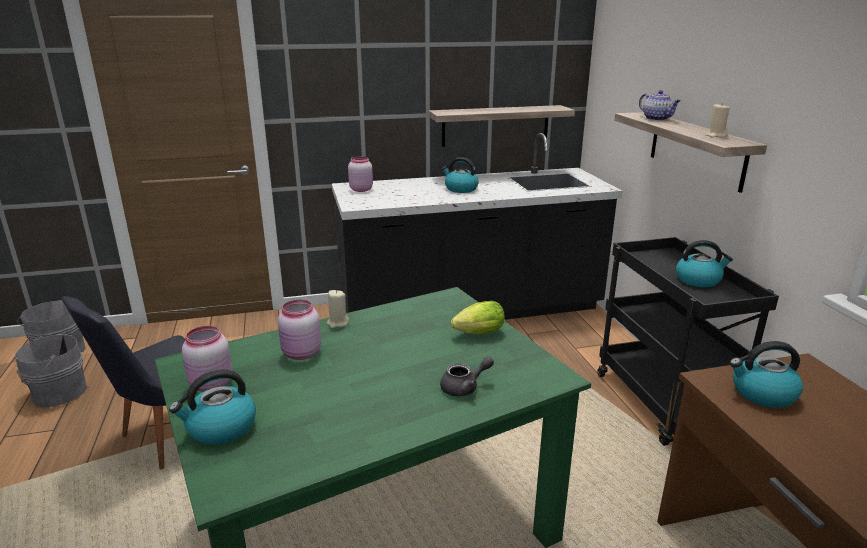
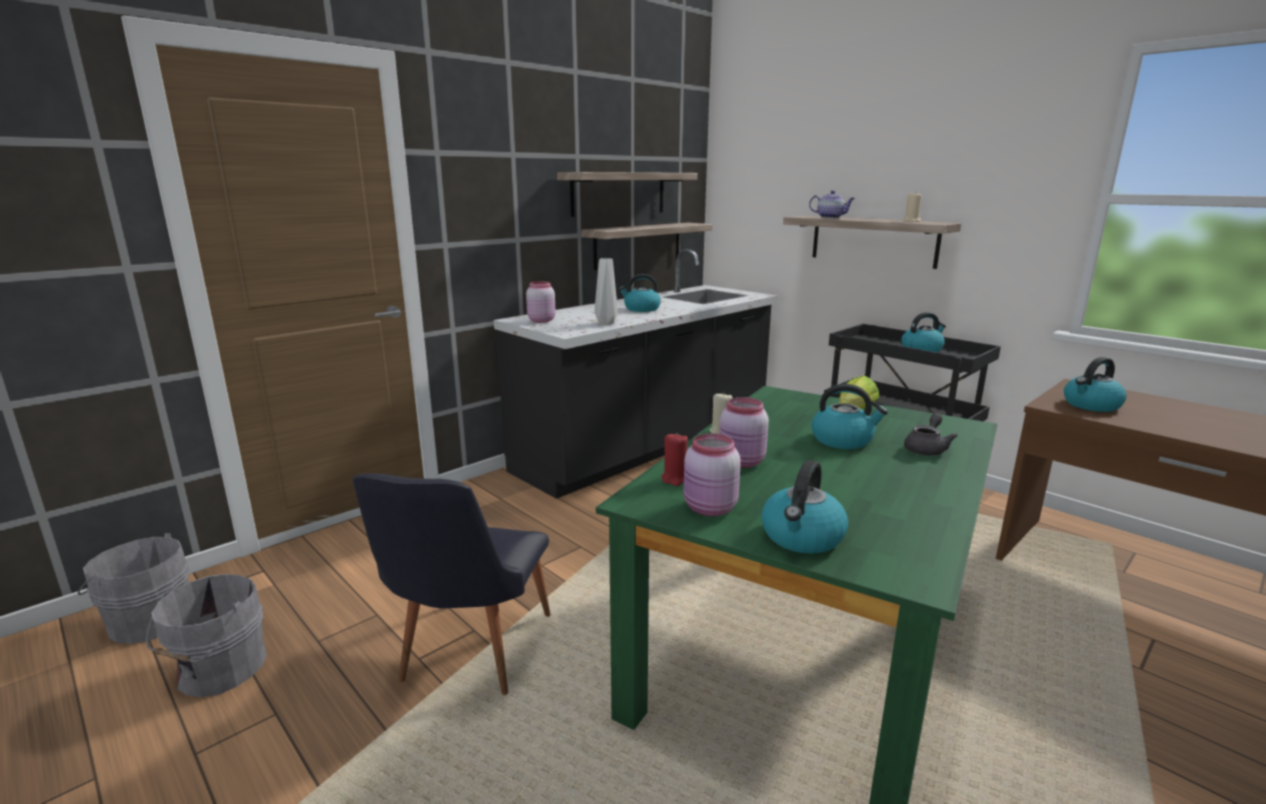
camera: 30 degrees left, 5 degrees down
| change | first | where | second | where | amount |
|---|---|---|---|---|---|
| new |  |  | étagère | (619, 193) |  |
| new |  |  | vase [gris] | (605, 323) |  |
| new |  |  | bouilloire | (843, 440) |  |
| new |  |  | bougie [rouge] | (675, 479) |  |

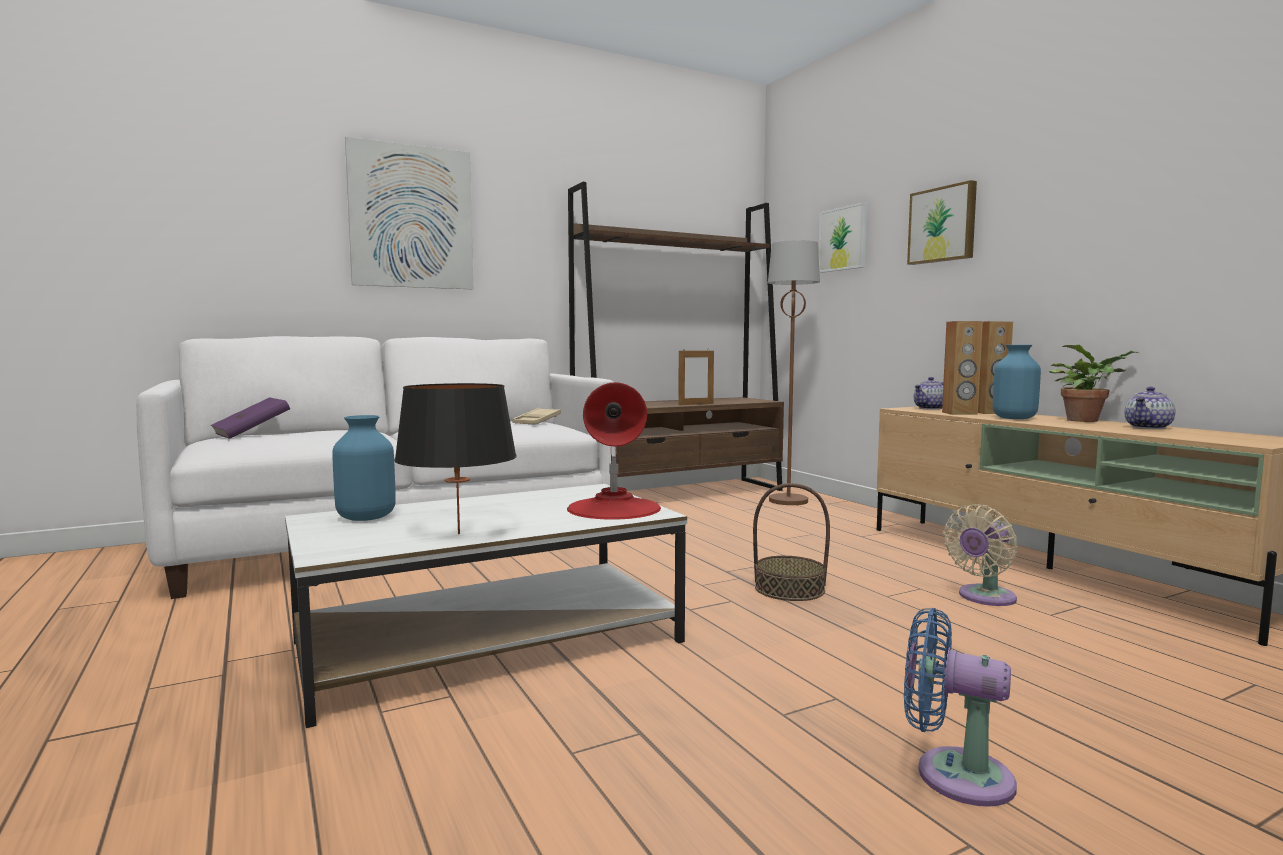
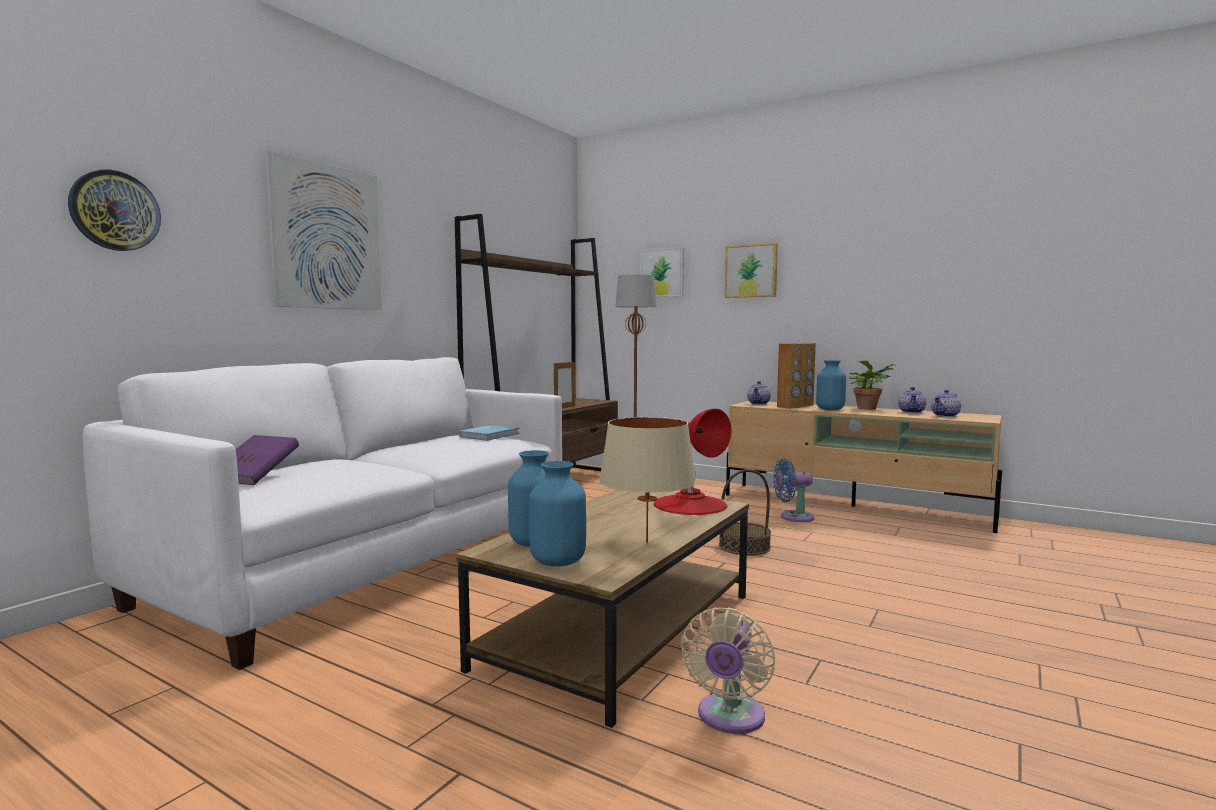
camera: 30 degrees left, 0 degrees up
| change | first | where | second | where | amount |
|---|---|---|---|---|---|
| repainted | lampe de table [noir] | (459, 533) | lampe de table [beige] | (647, 542) |  |
| swapped | plateau [beige] | (537, 421) | livre [bleu] | (489, 435) |  |
| repainted | table basse [blanc] | (491, 640) | table basse [marron] | (621, 628) |  |
| shifted | ventilateur [beige] | (983, 598) |  | (729, 718) |  |
| shifted | ventilateur [bleu] | (953, 774) |  | (793, 517) |  |
| new |  |  | horloge murale | (115, 211) |  |
| new |  |  | théière | (945, 416) |  |
| new |  |  | vase [bleu] | (558, 561) |  |

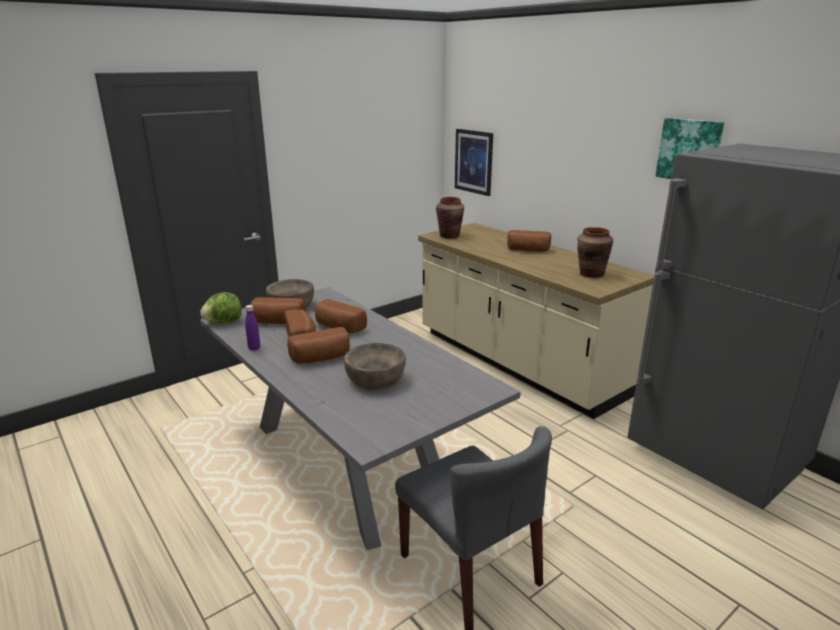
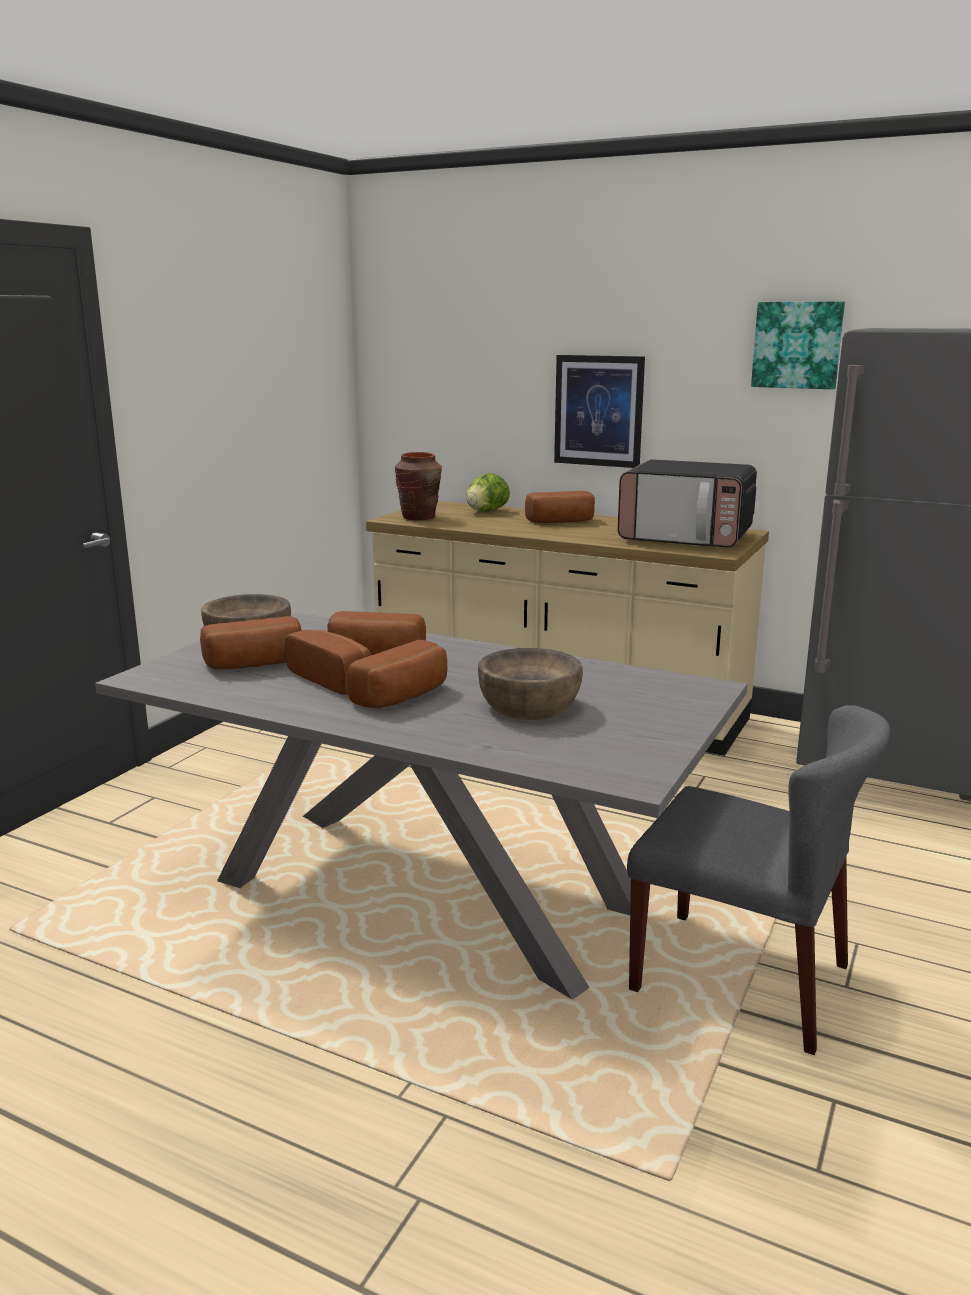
camera: 25 degrees left, 5 degrees down
| change | first | where | second | where | amount |
|---|---|---|---|---|---|
| shifted | tableau | (474, 161) |  | (598, 411) |  |
| swapped | vase [marron] | (591, 274) | micro-ondes | (686, 537) |  |
| shifted | laitue | (223, 322) |  | (486, 511) |  |
| gone | bouteille [violet] | (254, 348) |  |  |  |

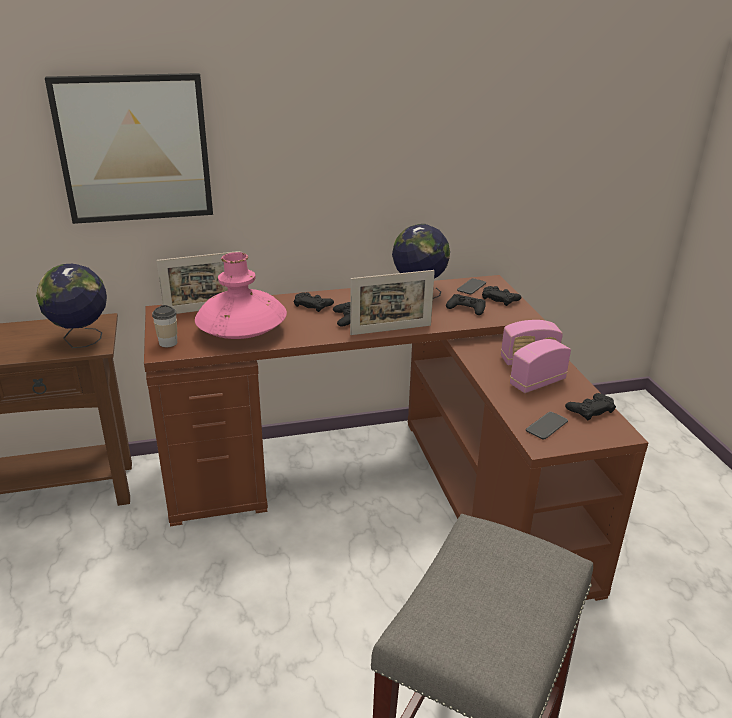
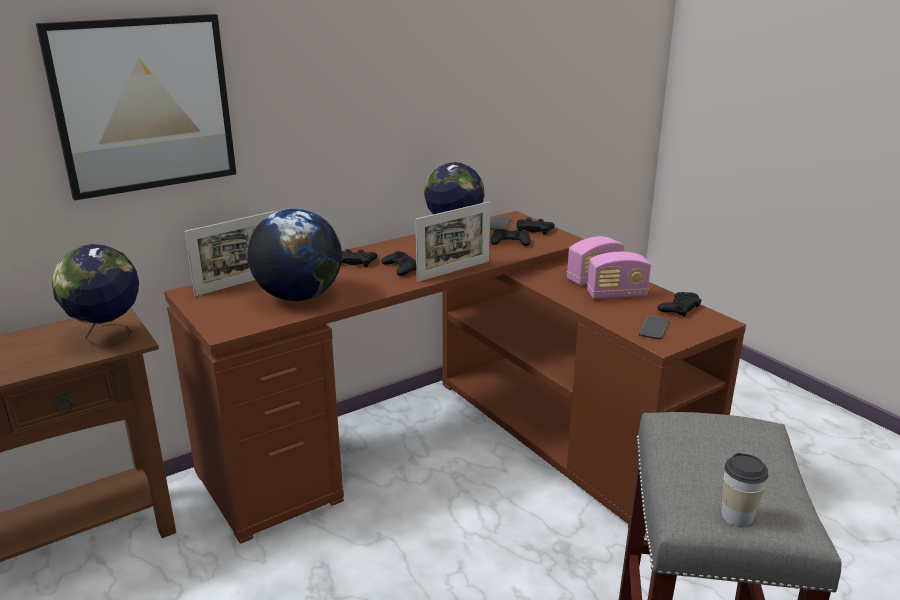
camera: 20 degrees left, 5 degrees down
| change | first | where | second | where | amount |
|---|---|---|---|---|---|
| swapped | vase [rose] | (242, 331) | globe | (298, 296) |  |
| shifted | tasse | (168, 343) |  | (737, 516) |  |
| rotated | radio | (537, 383) |  | (616, 295) | 135 degrees counterclockwise |

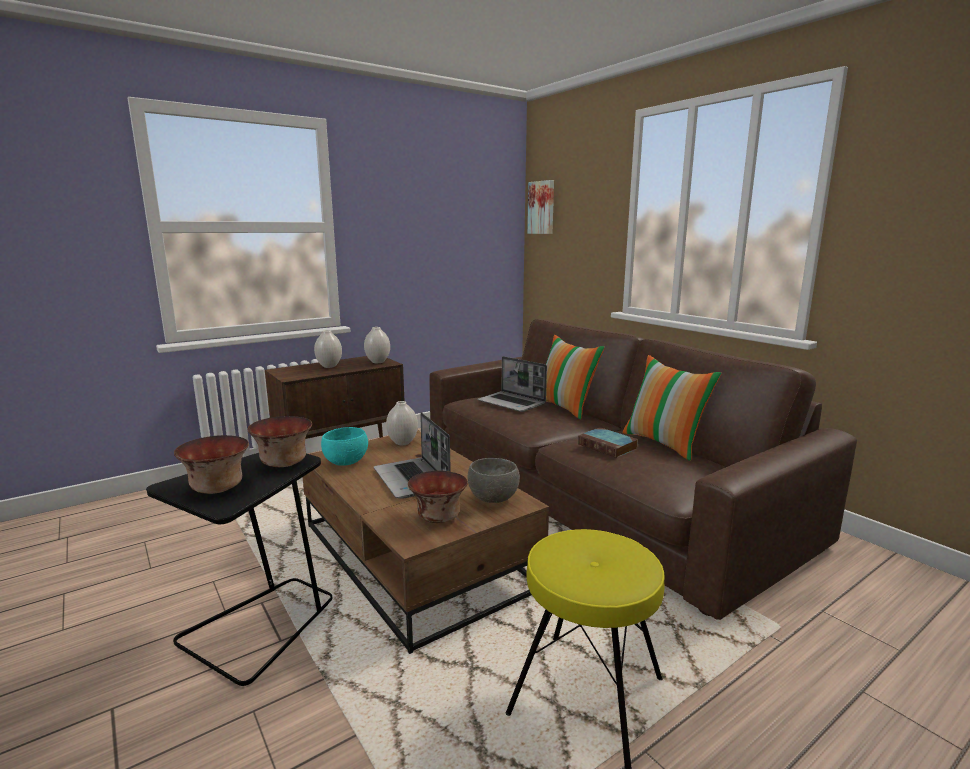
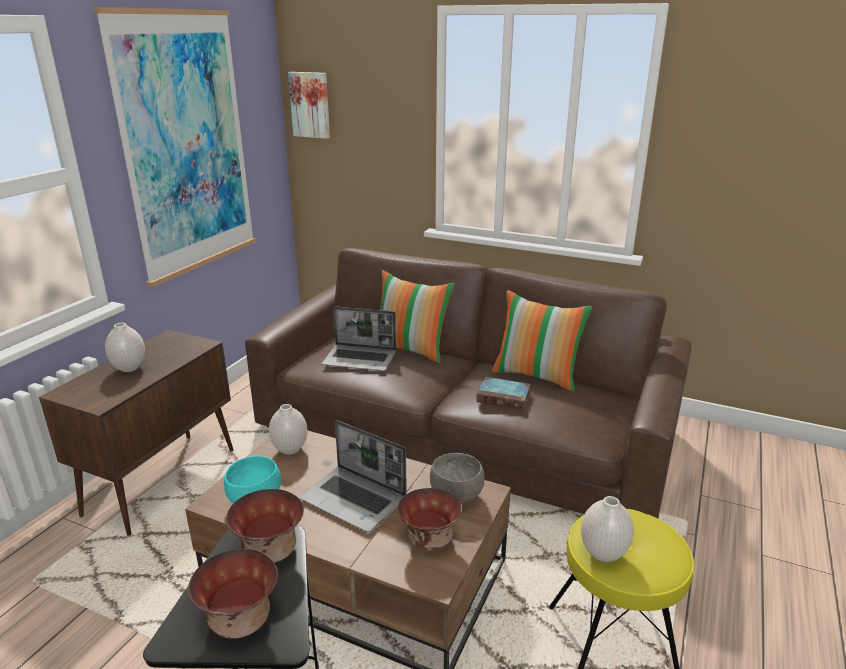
camera: 30 degrees left, 10 degrees up
| change | first | where | second | where | amount |
|---|---|---|---|---|---|
| shifted | vase [blanc] | (377, 362) |  | (603, 555) |  |
| new |  |  | tableau | (186, 145) |  |

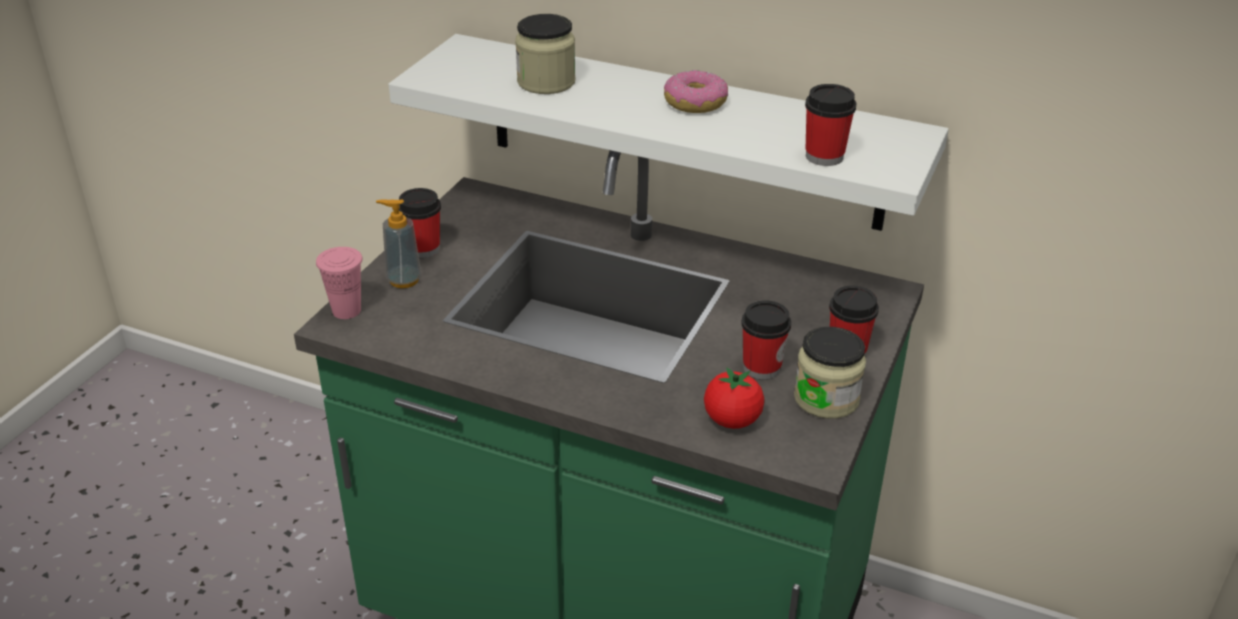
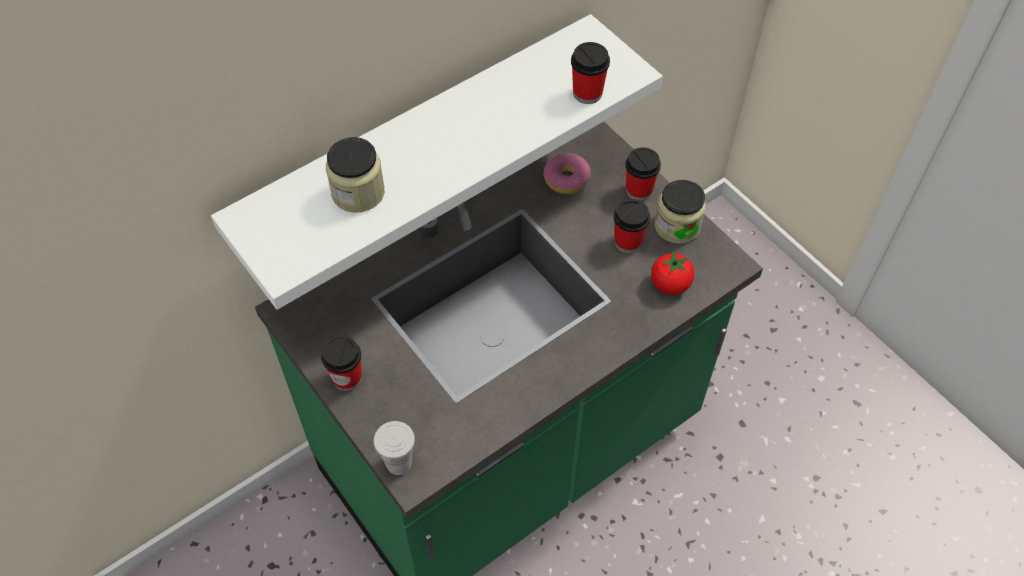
camera: 60 degrees left, 20 degrees up
| change | first | where | second | where | amount |
|---|---|---|---|---|---|
| shifted | beignet | (695, 103) |  | (567, 179) |  |
| gone | distributeur de savon | (404, 280) |  |  |  |
| repainted | tasse [rose] | (346, 310) | tasse [blanc] | (399, 463) |  |

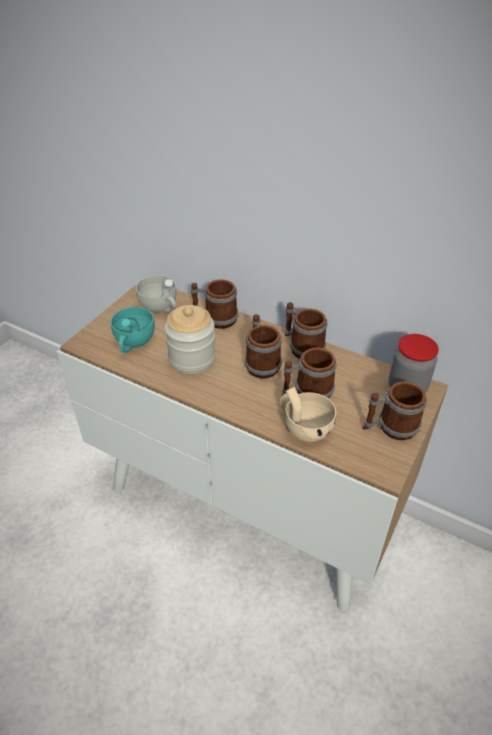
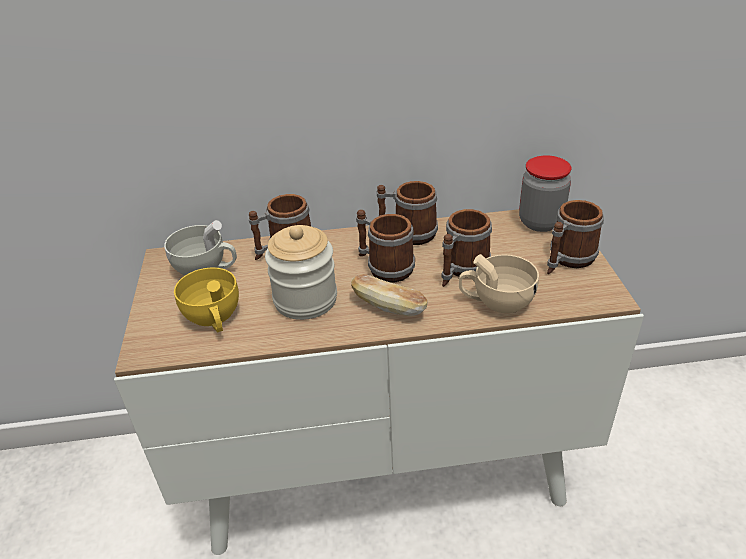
camera: 35 degrees left, 5 degrees down
| change | first | where | second | where | amount |
|---|---|---|---|---|---|
| repainted | tasse [turquoise] | (133, 343) | tasse [jaune] | (214, 319) |  |
| new |  |  | pain | (388, 307) |  |

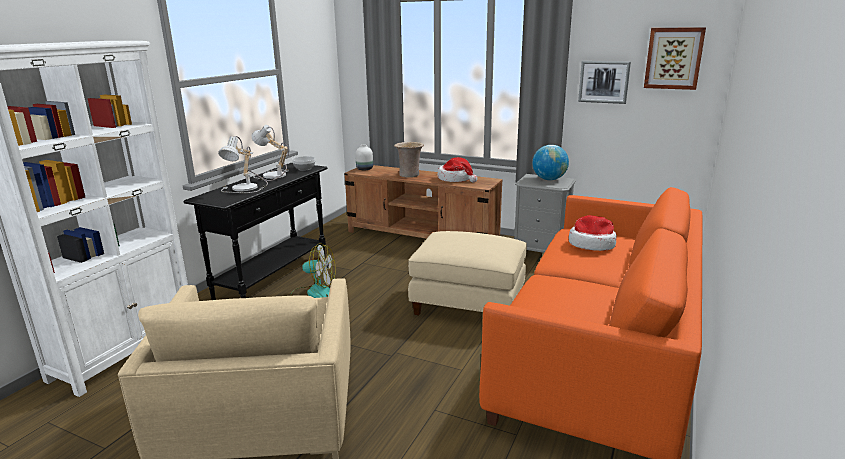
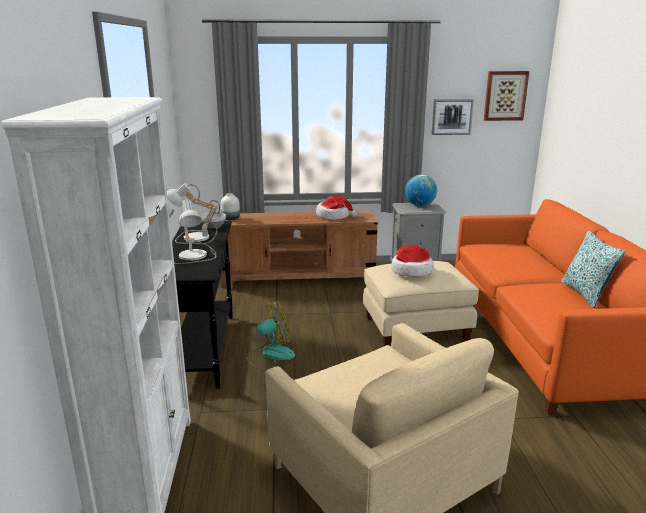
camera: 30 degrees left, 0 degrees up
| change | first | where | second | where | amount |
|---|---|---|---|---|---|
| gone | vase [beige] | (409, 175) |  |  |  |
| shifted | chapeau | (591, 244) |  | (411, 271) |  |
| new |  |  | coussin | (585, 294) |  |

